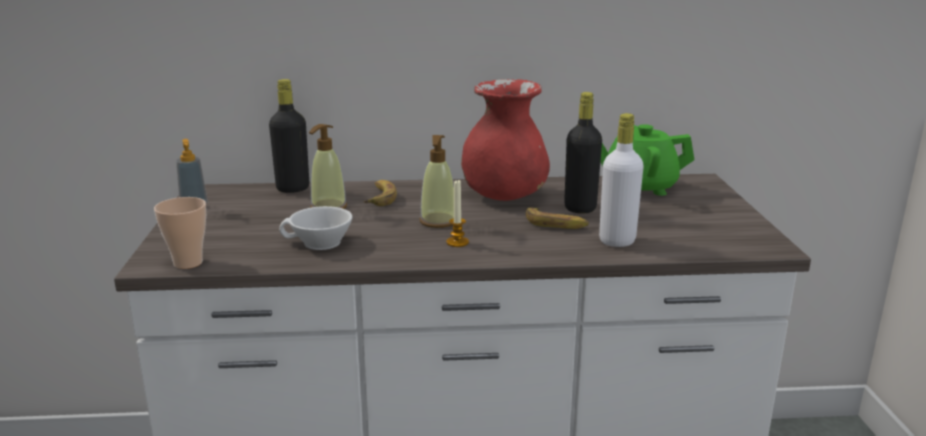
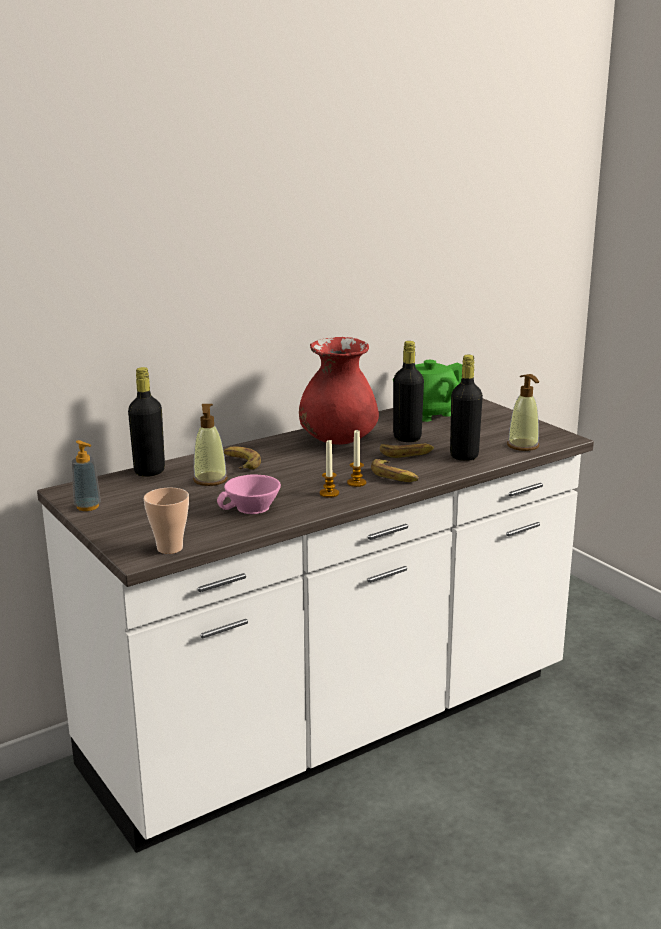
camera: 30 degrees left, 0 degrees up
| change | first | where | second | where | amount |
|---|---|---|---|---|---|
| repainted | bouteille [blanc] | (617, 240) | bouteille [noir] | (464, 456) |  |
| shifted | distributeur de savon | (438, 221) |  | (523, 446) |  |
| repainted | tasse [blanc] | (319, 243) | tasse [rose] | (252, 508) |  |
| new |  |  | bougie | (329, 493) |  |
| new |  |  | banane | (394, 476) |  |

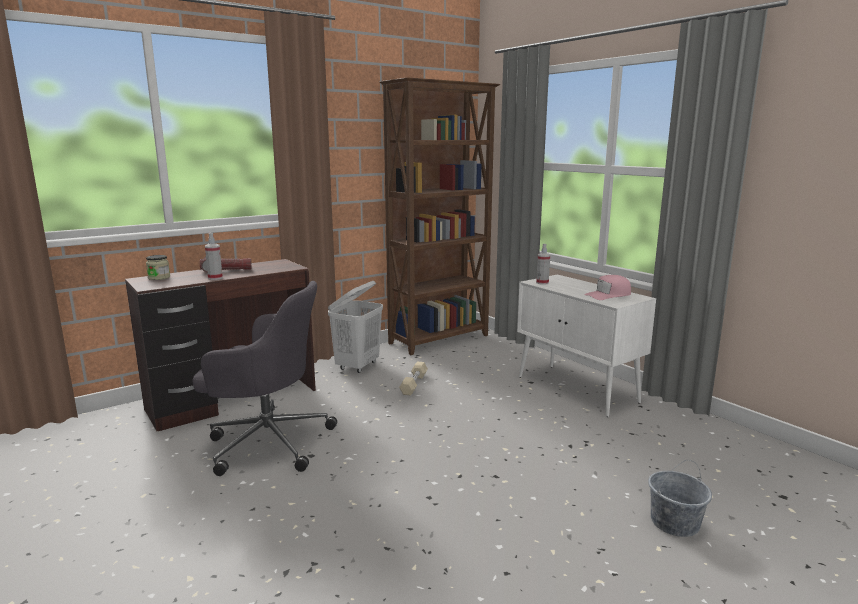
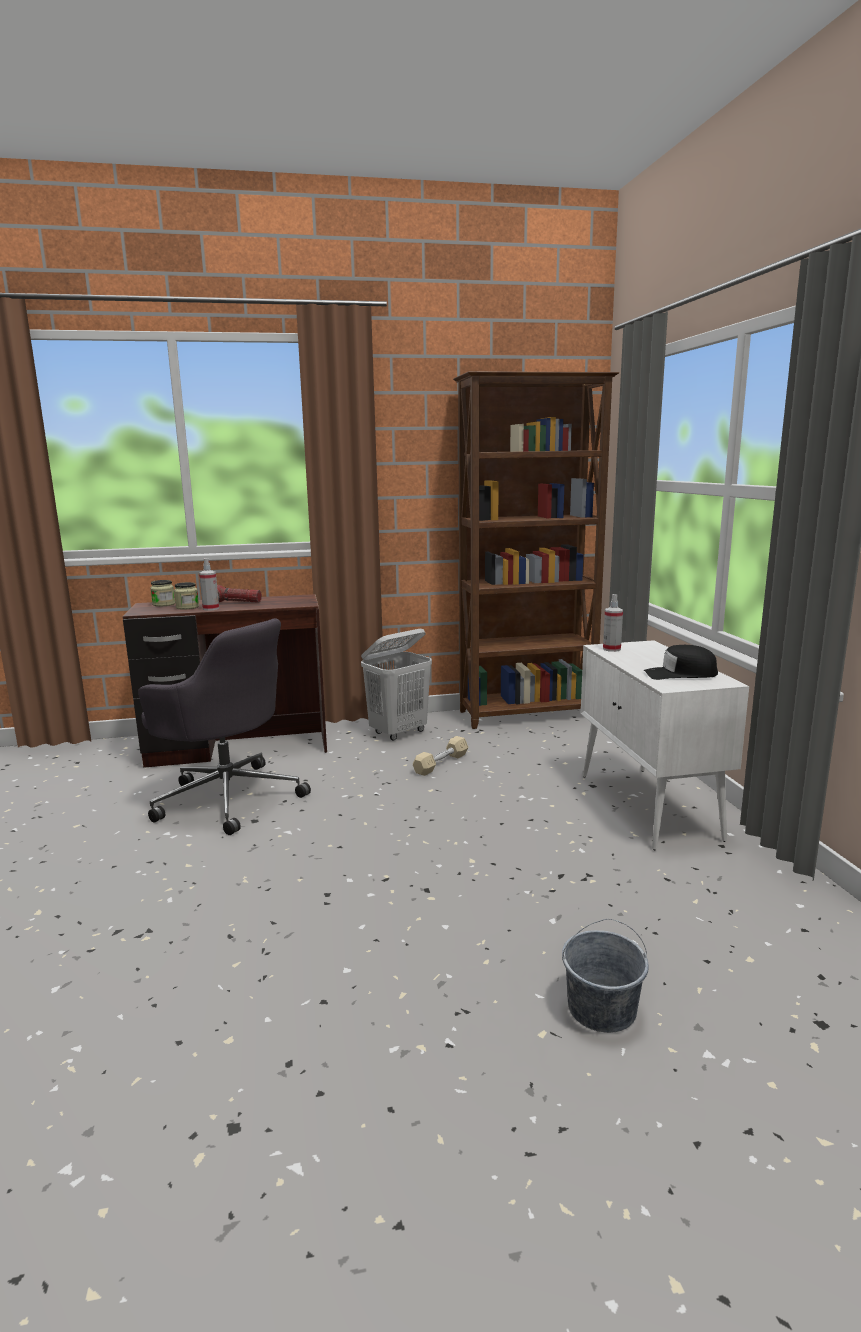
camera: 25 degrees right, 0 degrees up
| change | first | where | second | where | amount |
|---|---|---|---|---|---|
| repainted | casquette [rose] | (608, 295) | casquette [noir] | (680, 674) |  |
| new |  |  | bocal | (187, 607) |  |

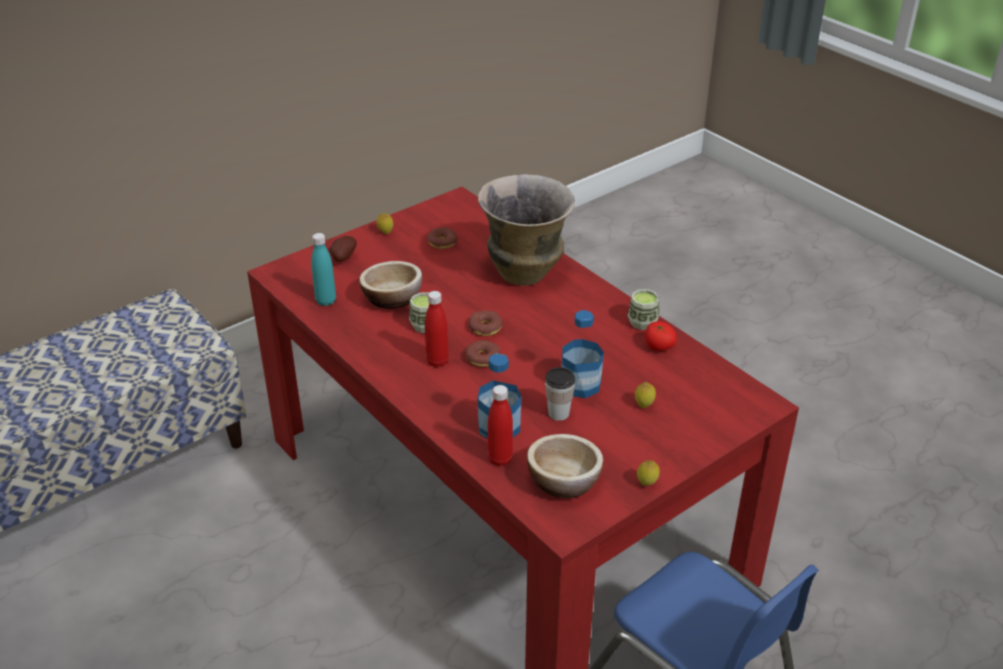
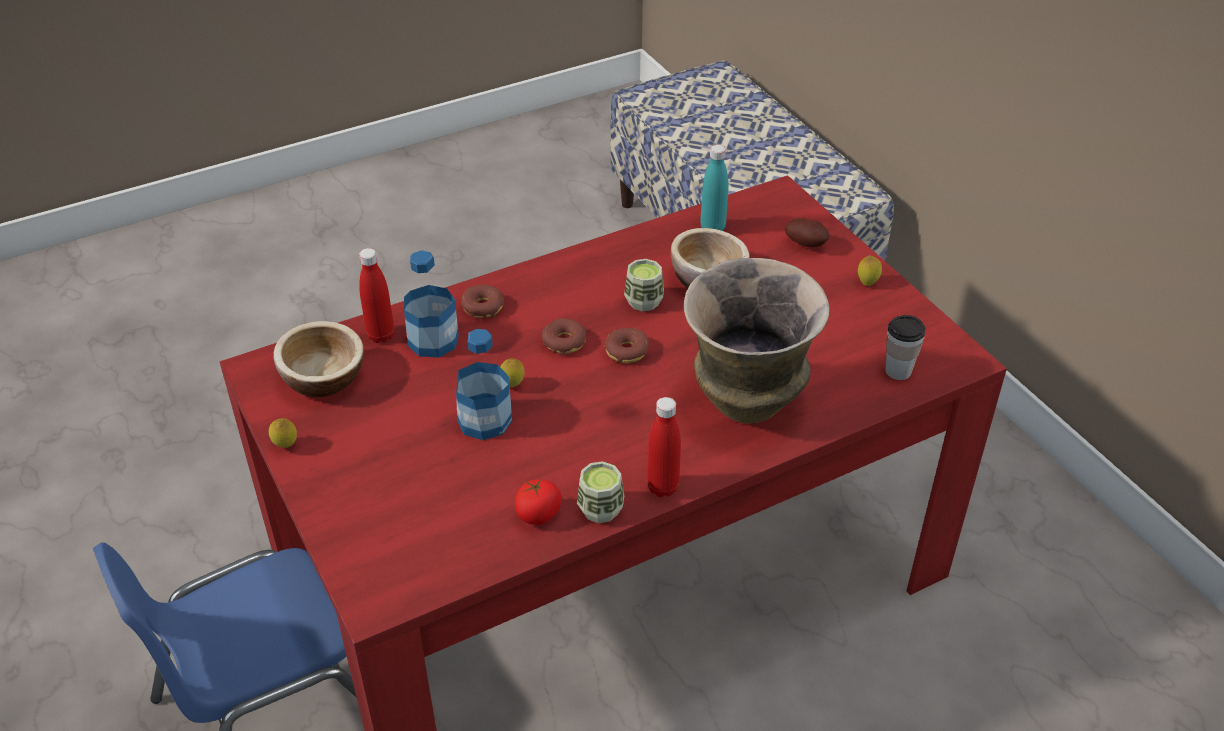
camera: 100 degrees right, 5 degrees up
| change | first | where | second | where | amount |
|---|---|---|---|---|---|
| shifted | beignet | (442, 243) |  | (482, 307) |  |
| shifted | bouteille [rouge] | (437, 361) |  | (663, 488) |  |
| shifted | tasse | (558, 413) |  | (898, 371) |  |
| shifted | citron | (644, 405) |  | (512, 386) |  |

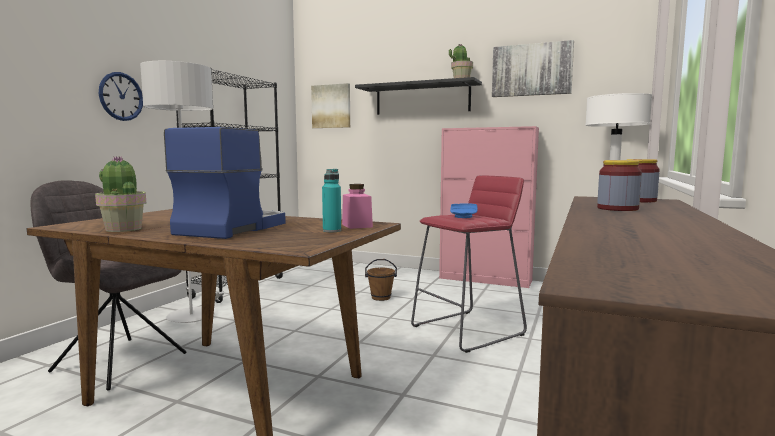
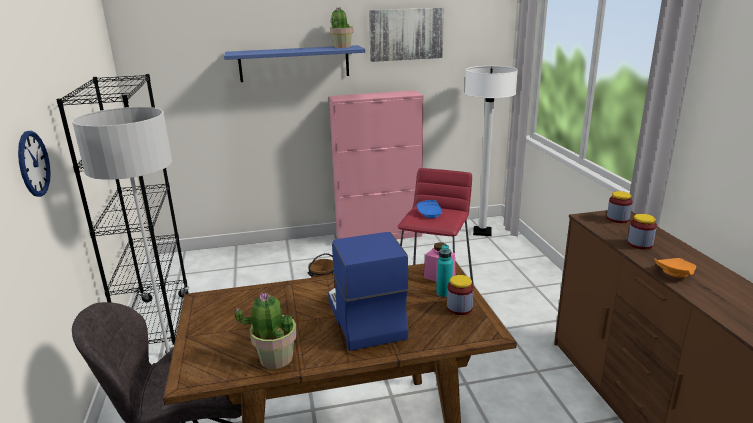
camera: 35 degrees left, 15 degrees up
| change | first | where | second | where | amount |
|---|---|---|---|---|---|
| repainted | étagère [noir] | (422, 99) | étagère [bleu] | (294, 63) |  |
| gone | tableau | (331, 106) |  |  |  |
| new |  |  | assiette [orange] | (673, 273) |  |
| new |  |  | bocal | (459, 308) |  |

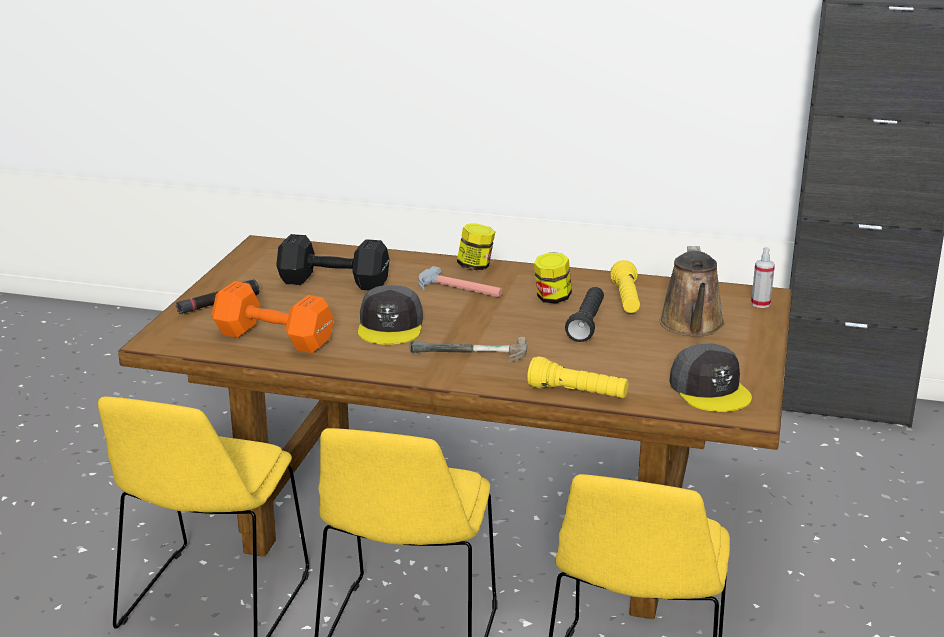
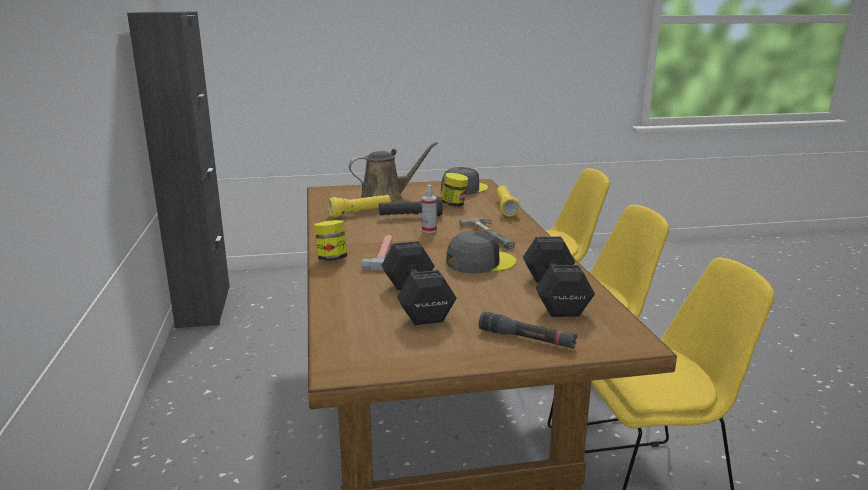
camera: 115 degrees left, 5 degrees down
| change | first | where | second | where | amount |
|---|---|---|---|---|---|
| shifted | vaporisateur | (760, 304) |  | (429, 230) |  |
| shifted | bocal | (552, 298) |  | (454, 204) |  |
| repainted | haltère [orange] | (276, 339) | haltère [noir] | (555, 294) |  |

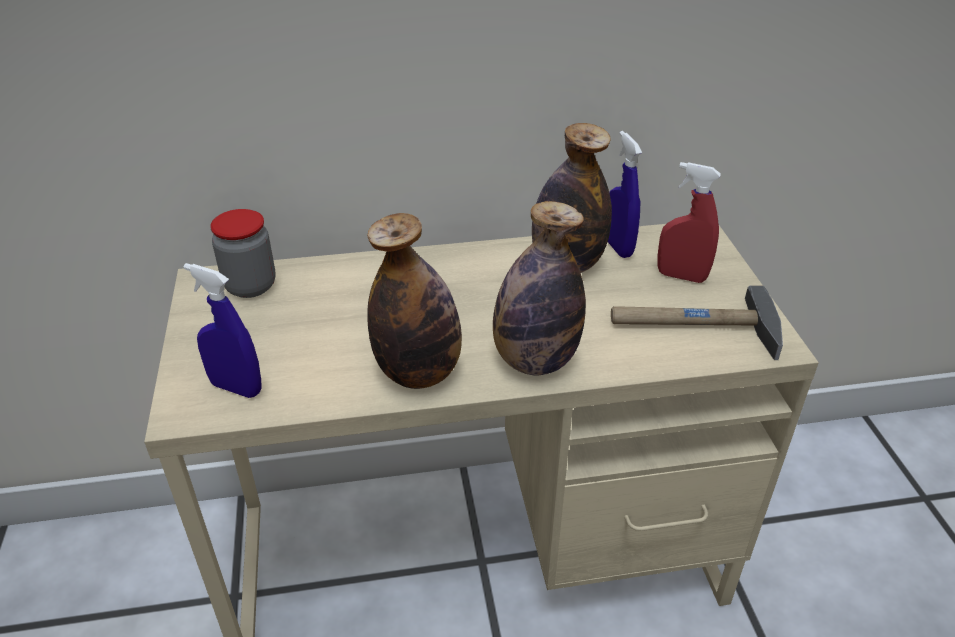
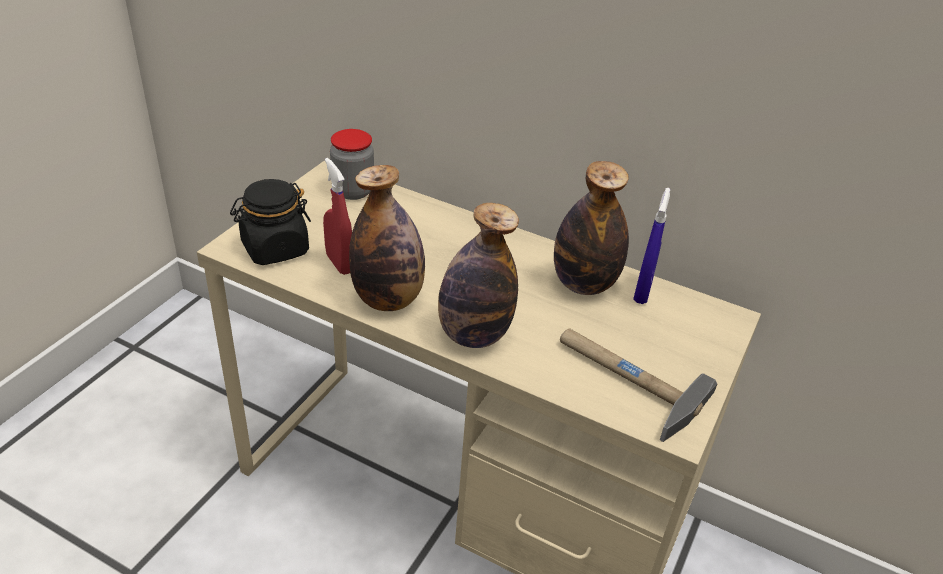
camera: 35 degrees right, 0 degrees up
| change | first | where | second | where | amount |
|---|---|---|---|---|---|
| shifted | vaporisateur [rouge] | (681, 276) |  | (339, 263) |  |
| swapped | vaporisateur [bleu] | (236, 388) | bocal [noir] | (274, 248) |  |

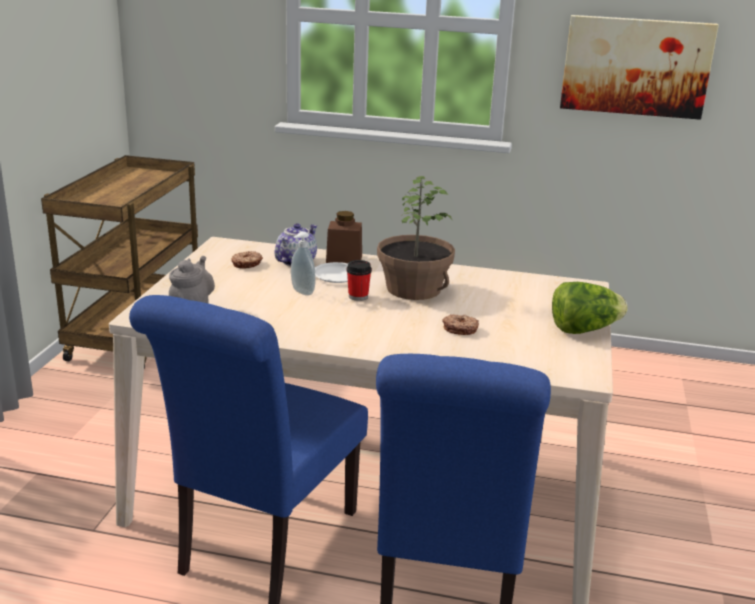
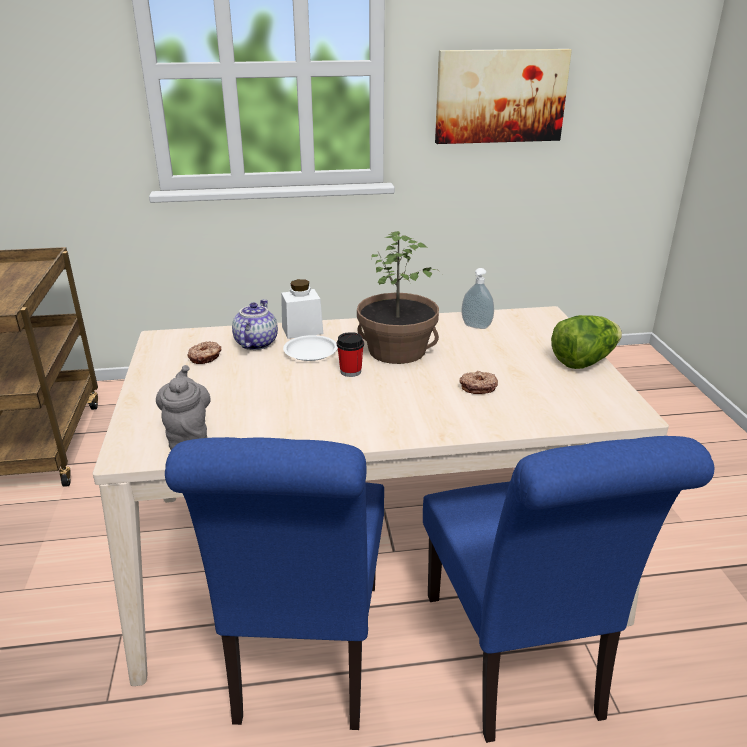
camera: 20 degrees left, 5 degrees up
| change | first | where | second | where | amount |
|---|---|---|---|---|---|
| repainted | bocal [marron] | (344, 259) | bocal [blanc] | (302, 330) |  |
| shifted | distributeur de savon | (301, 292) |  | (475, 327) |  |

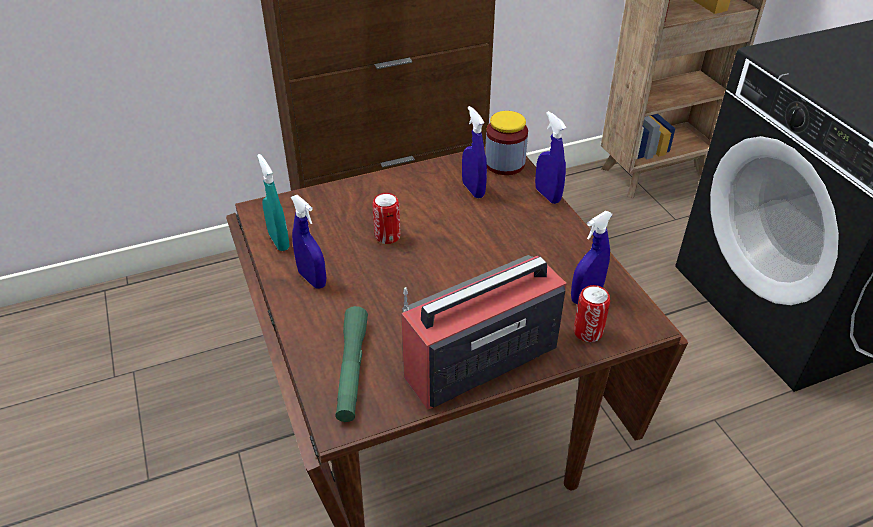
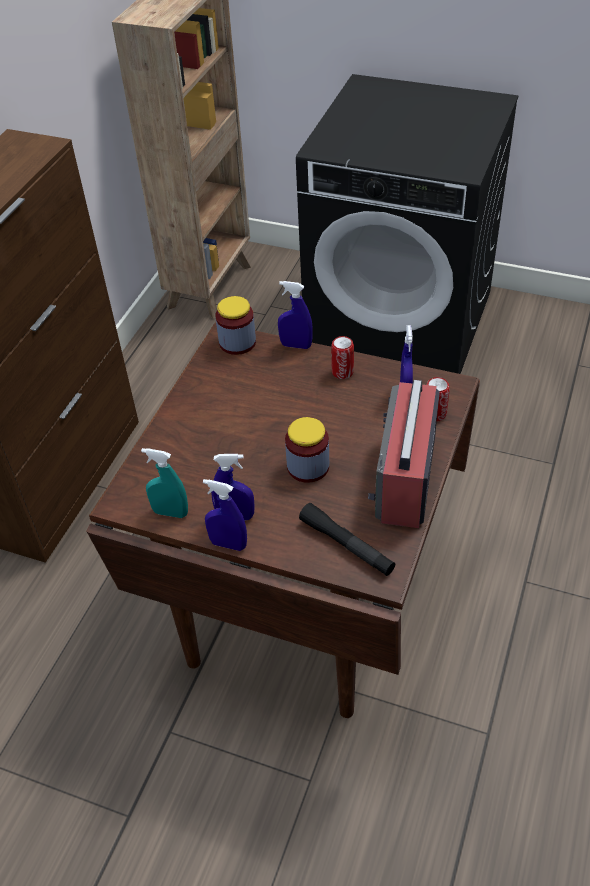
camera: 45 degrees left, 5 degrees up
| change | first | where | second | where | amount |
|---|---|---|---|---|---|
| shifted | vaporisateur [bleu] | (473, 190) |  | (228, 544) |  |
| shifted | boîte métallique | (387, 236) |  | (342, 372) |  |
| repainted | lampe de poche [vert] | (352, 370) | lampe de poche [noir] | (346, 545) |  |
| new |  |  | bocal | (308, 467) |  |

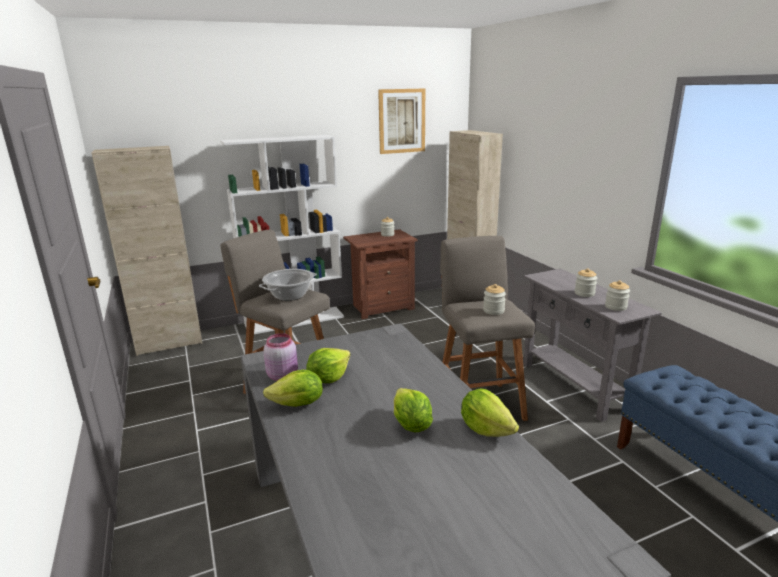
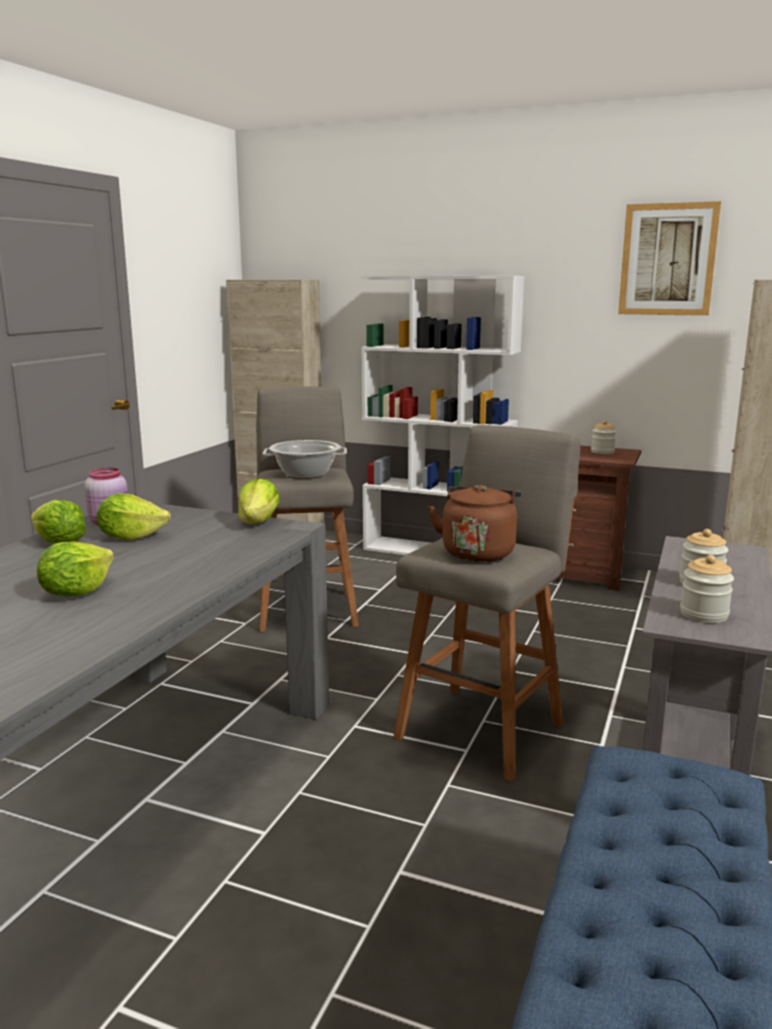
camera: 45 degrees right, 5 degrees down
| change | first | where | second | where | amount |
|---|---|---|---|---|---|
| swapped | bocal | (493, 311) | bouilloire [marron] | (478, 552) |  |
| shifted | laitue | (486, 429) |  | (258, 522) |  |

